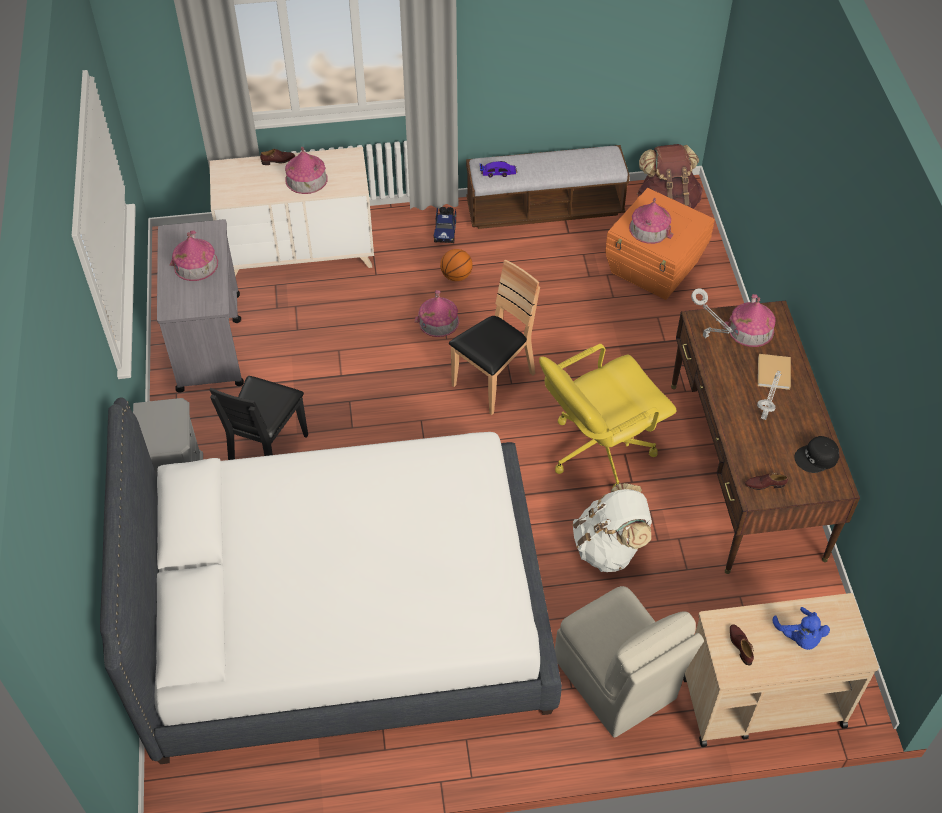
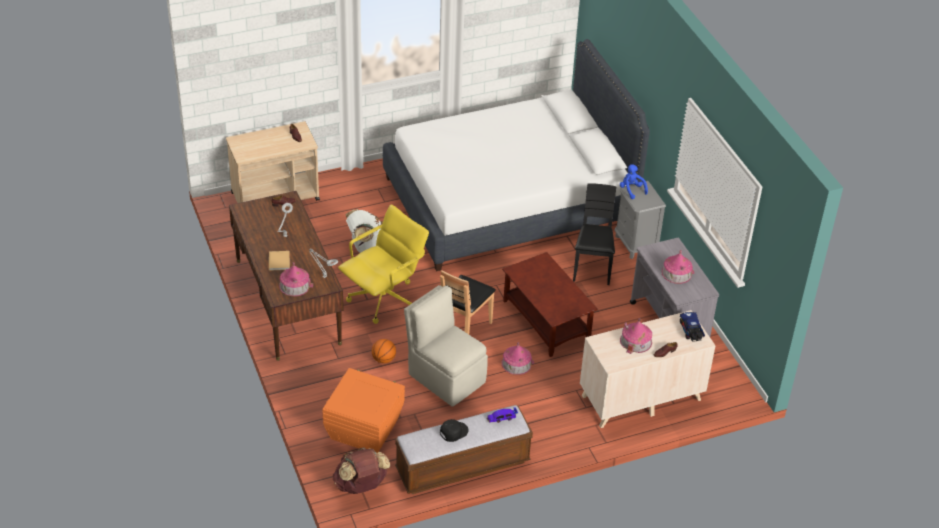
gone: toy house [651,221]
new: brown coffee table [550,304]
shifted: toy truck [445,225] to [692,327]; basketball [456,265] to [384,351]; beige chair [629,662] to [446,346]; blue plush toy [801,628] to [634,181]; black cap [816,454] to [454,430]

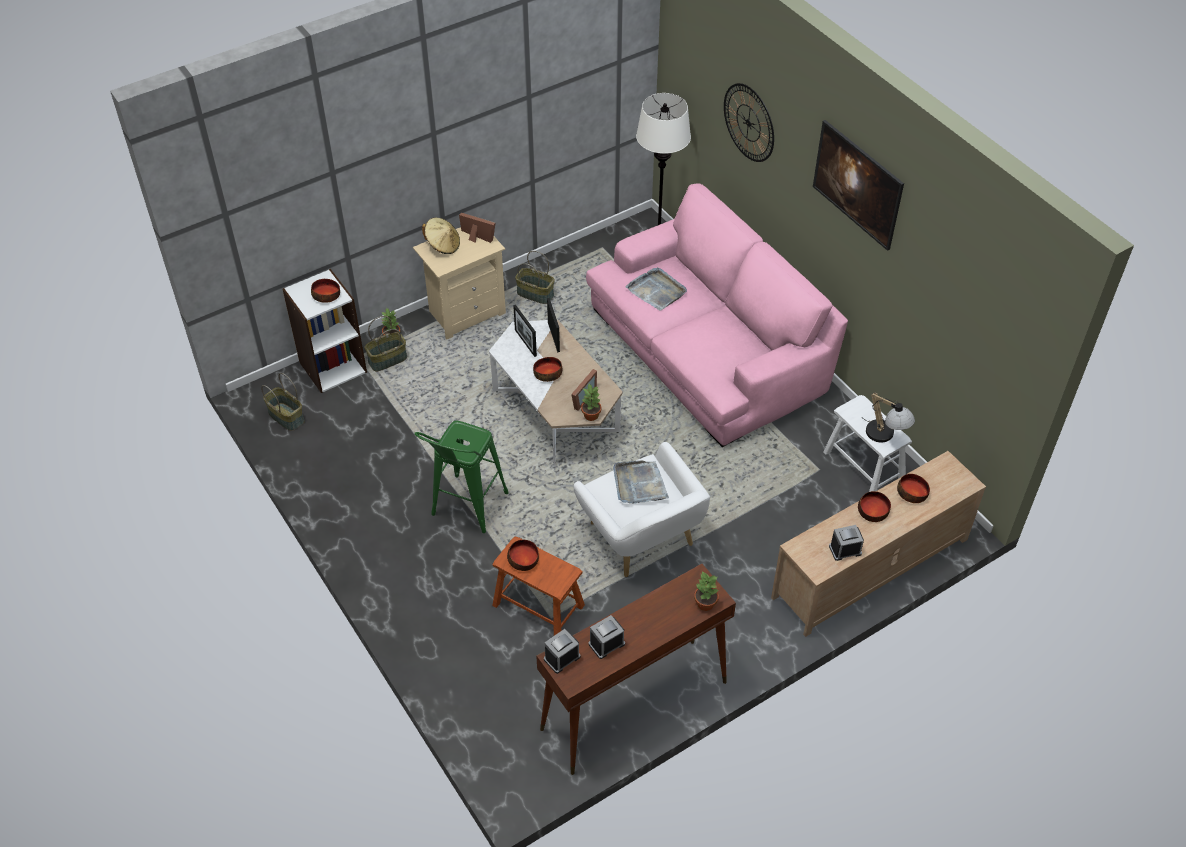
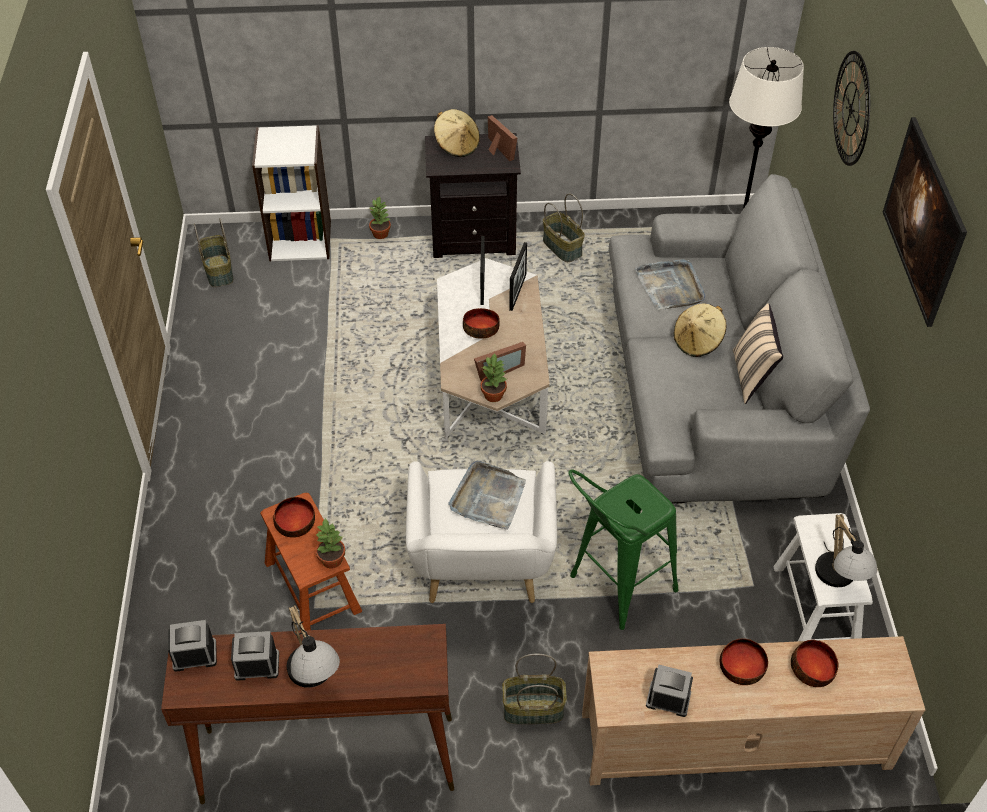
gone: bowl [325,291]
new: table lamp [313,646]; beige hat [700,330]; beige pillow [758,353]
shifted: basket [386,343] to [534,689]; green stool [461,477] to [623,549]; potted plant [706,591] to [330,543]
repainted: beige nightstand [459,283] to black nightstand [473,195]; pink sofa [717,315] to grey sofa [739,339]

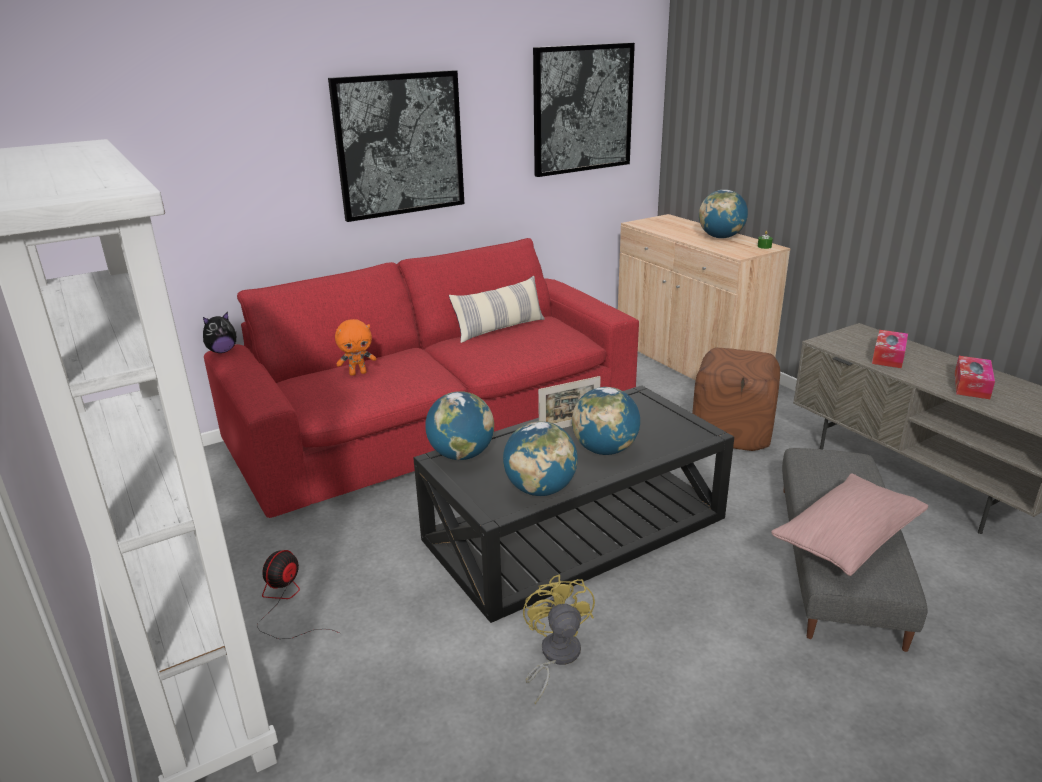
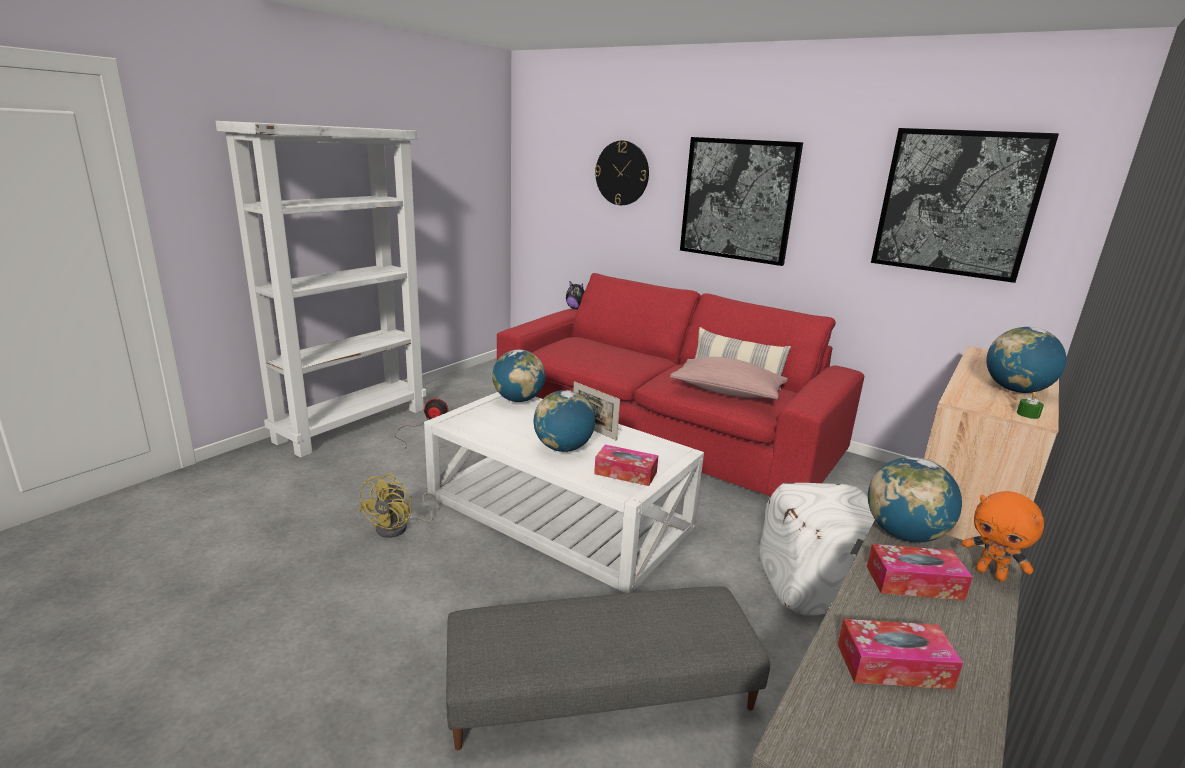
new: tissue box [626,465]; wall clock [622,173]
shifted: orange plush toy [355,347] to [1002,536]; globe [540,458] to [915,499]; pink pillow [849,524] to [729,378]
repainted: black coffee table [573,504] to white coffee table [564,492]; brown ottoman [736,399] to white ottoman [817,549]
rotated: yellow fan [559,639] = [398,505] 135 degrees clockwise

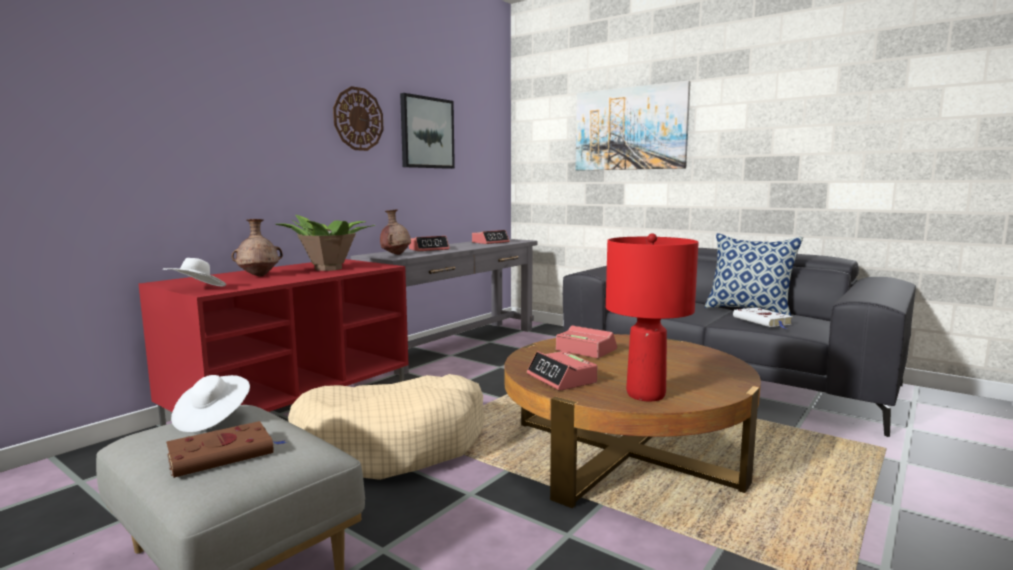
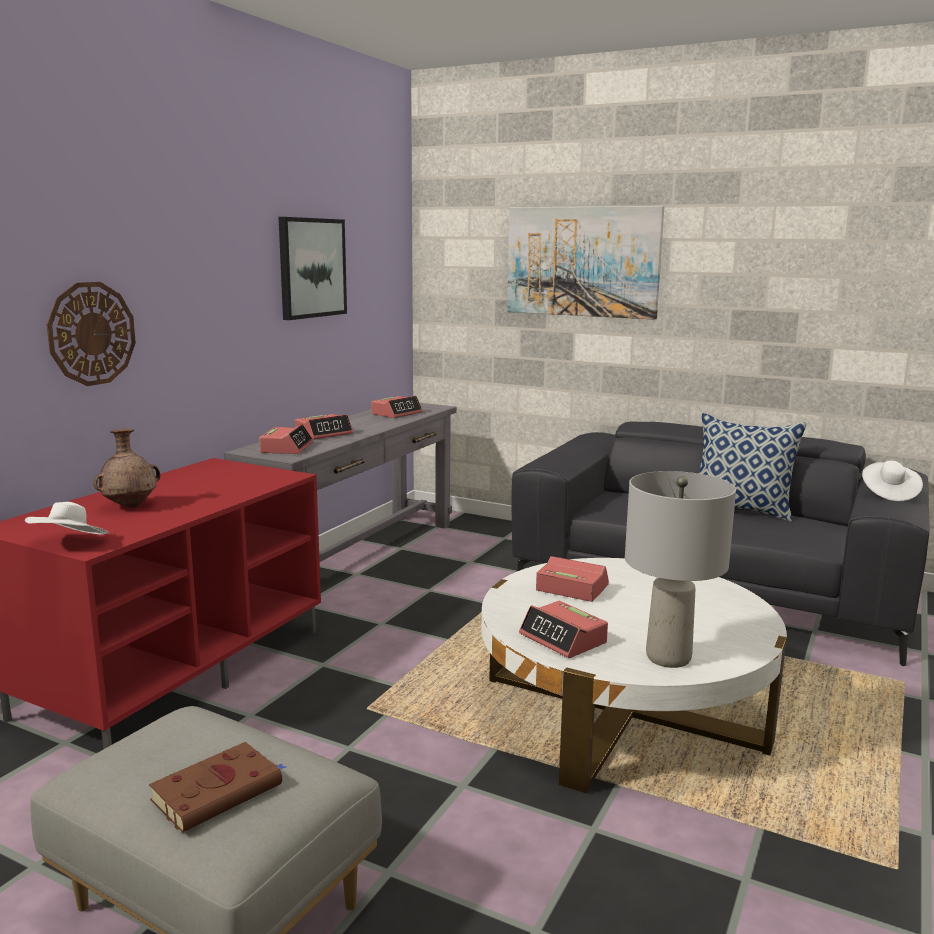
gone: potted plant [325,243]; beige dog bed [386,427]; white book [763,318]
shifted: white hat [210,403] to [892,481]; wall clock [358,118] to [91,334]
swapped: brown vase [395,232] to alarm clock [286,439]
repainted: brown coffee table [632,421] to white coffee table [634,676]; red table lamp [652,317] to grey table lamp [680,569]

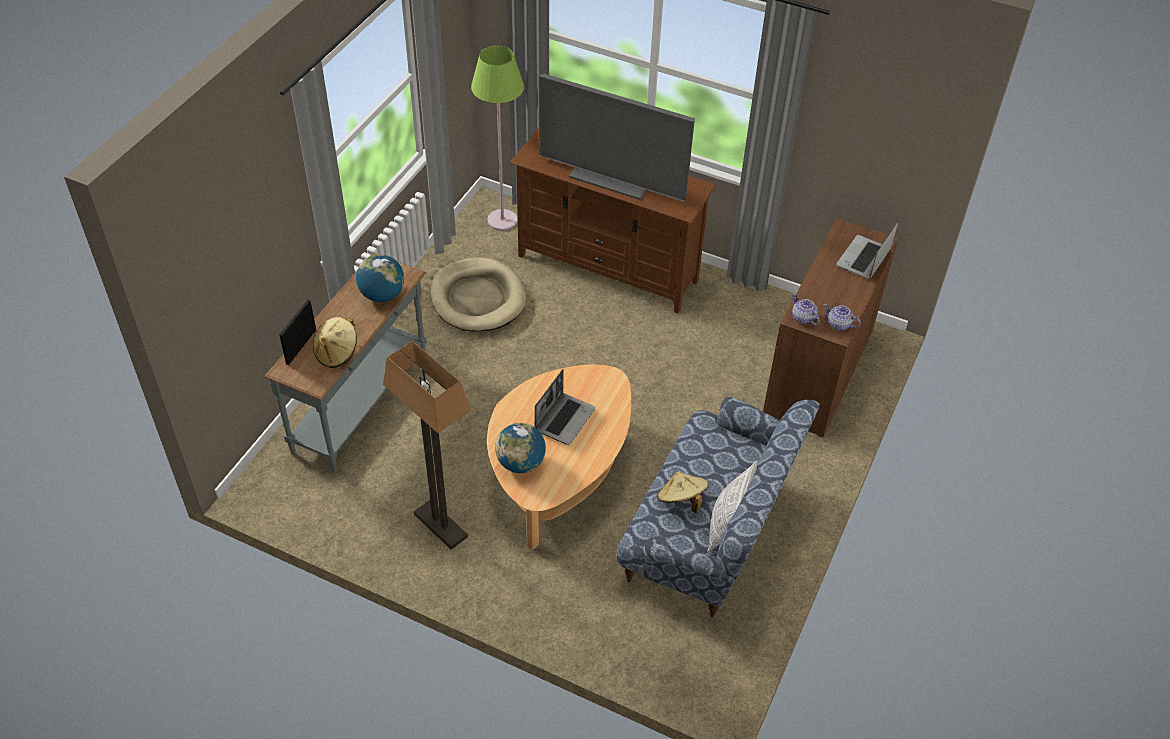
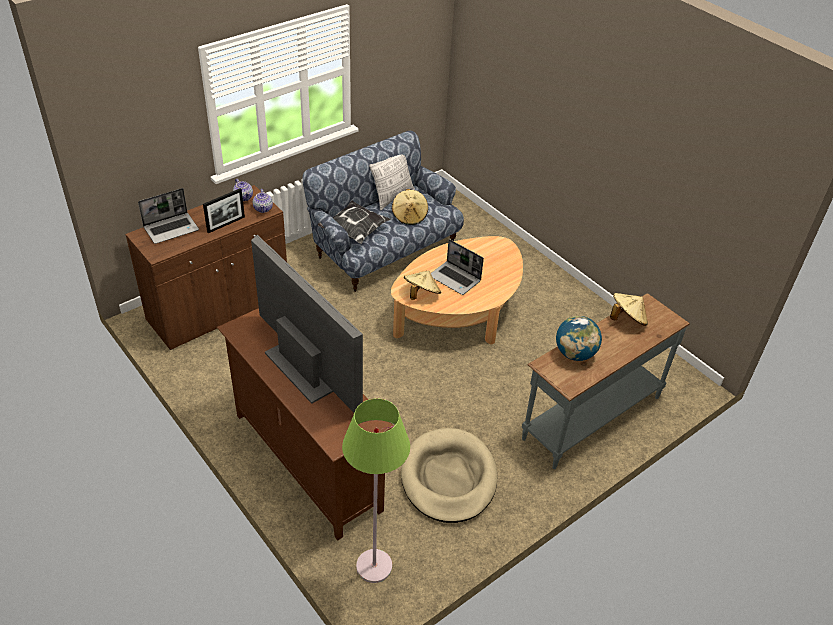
gone: floor lamp [427,445]; globe [520,448]
new: pillow [354,222]; beige hat [422,285]
shifted: picture frame [297,332] to [224,210]
rotated: laptop [565,407] = [457,267] 105 degrees counterclockwise

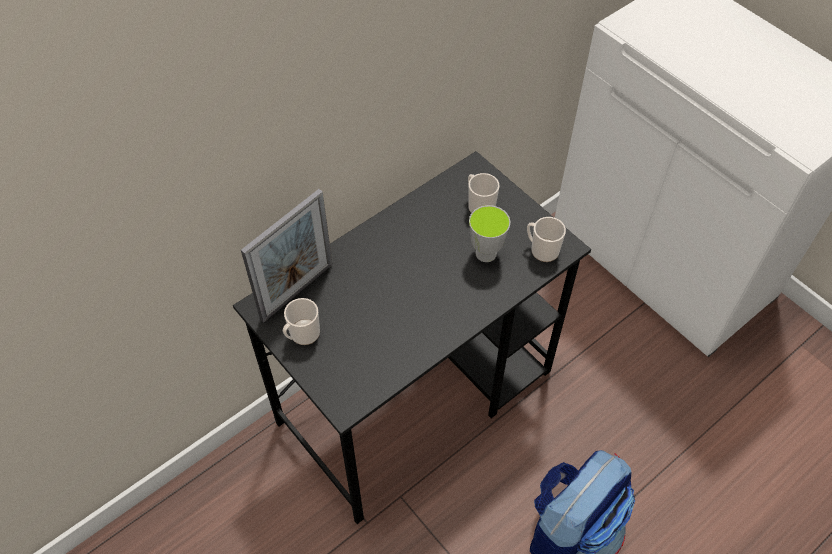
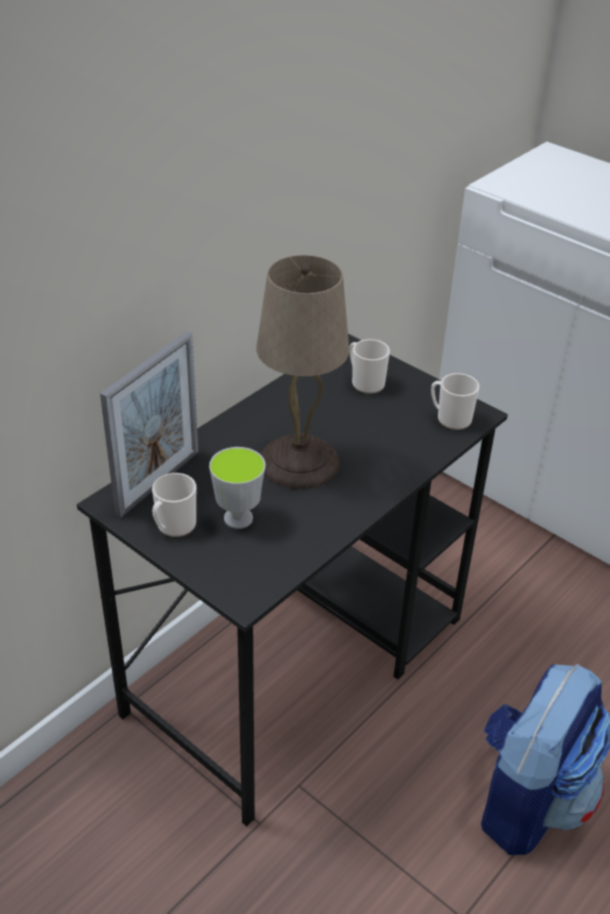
new: beige table lamp [302,372]
shifted: cup [489,233] to [237,488]

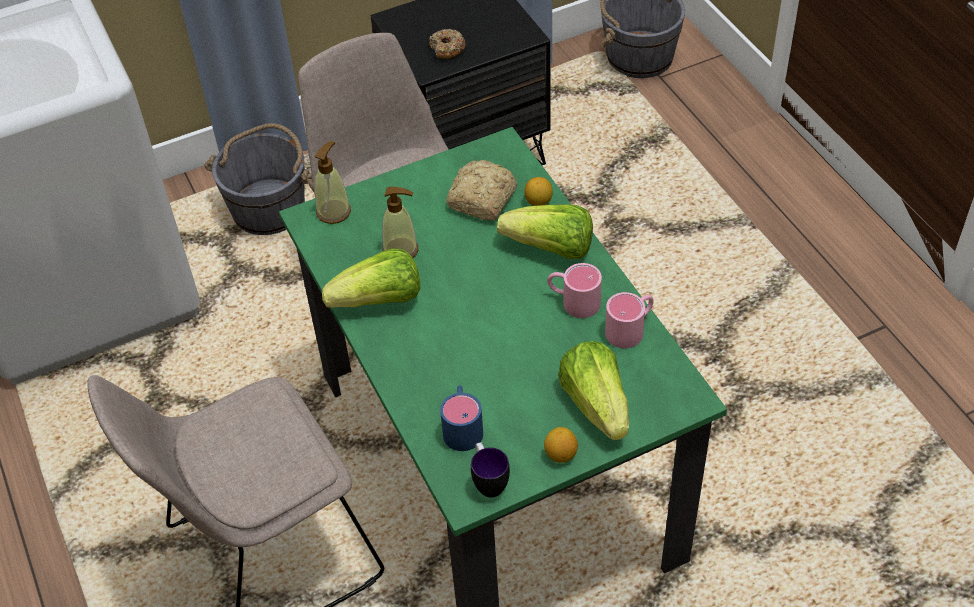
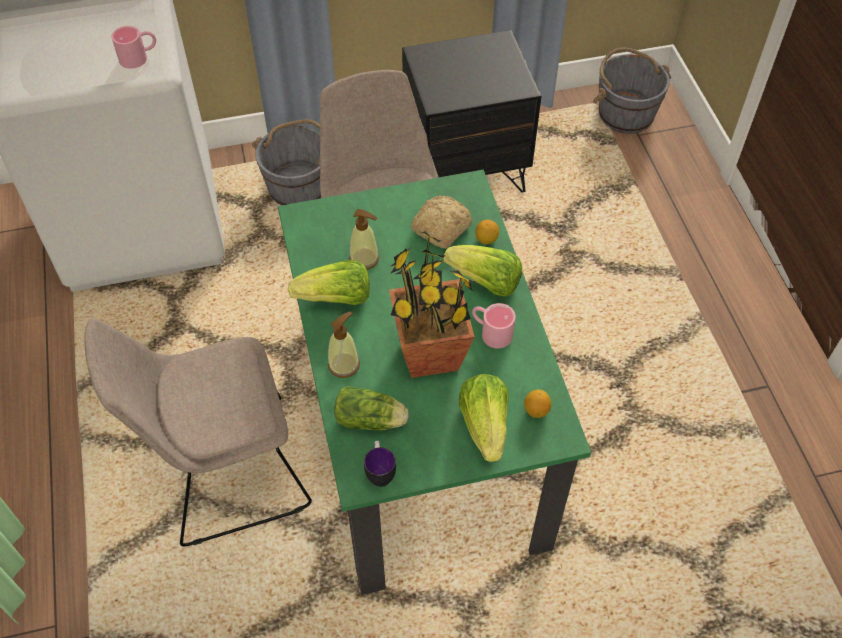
gone: donut [447,44]
new: potted plant [432,304]
shifted: soap dispenser [332,182] to [344,345]; lemon [561,445] to [537,403]; pink mug [629,320] to [133,47]
swapped: blue mug [461,418] to lettuce [371,408]

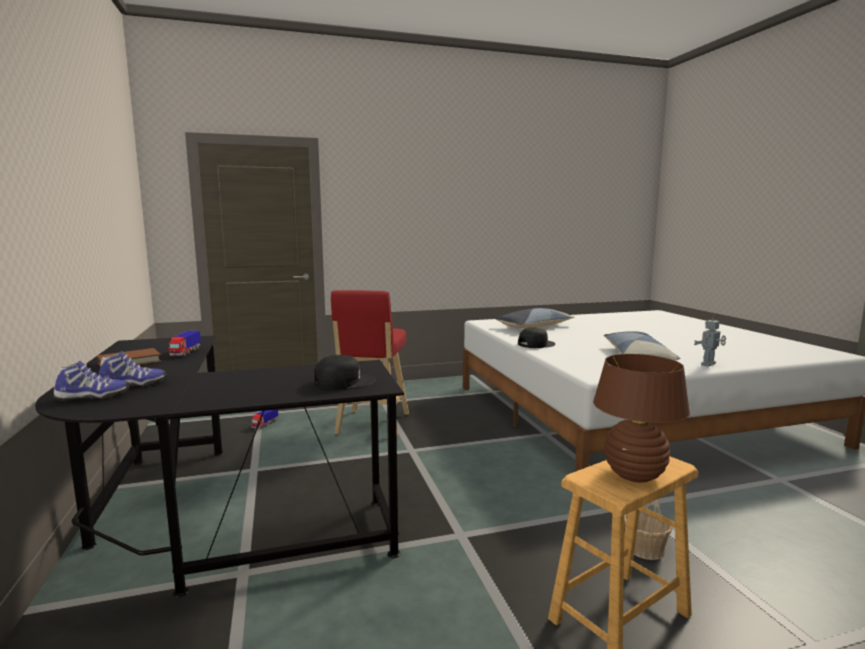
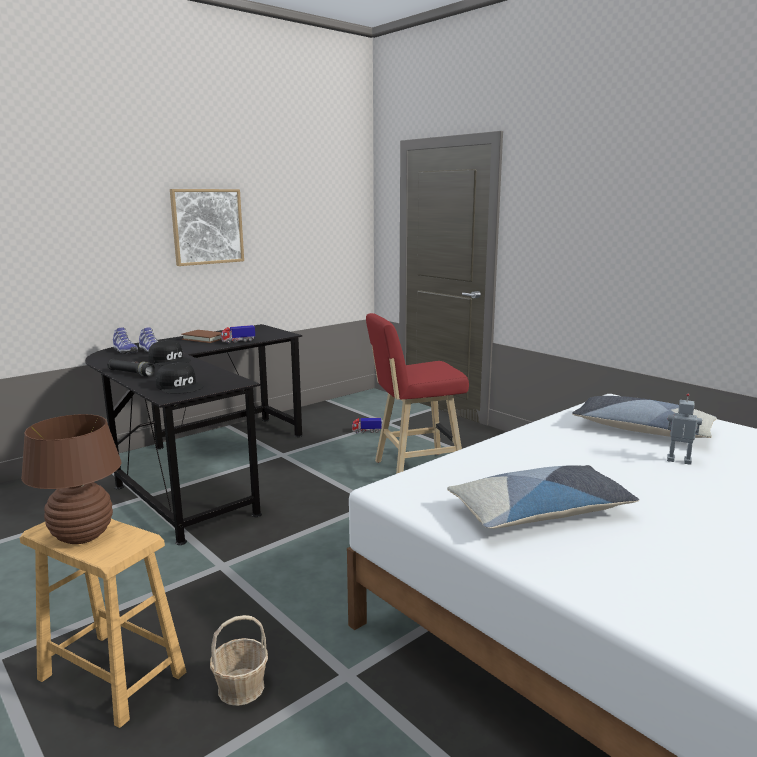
new: black flashlight [131,368]; picture [207,227]
shifted: black cap [536,338] to [169,353]; toy robot [710,341] to [684,429]

